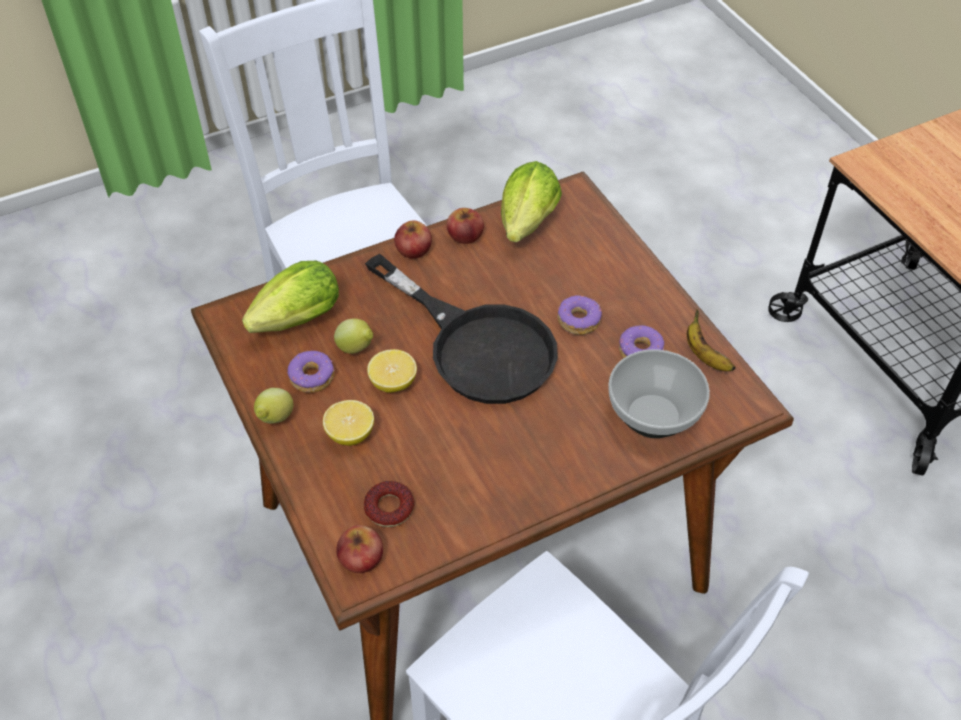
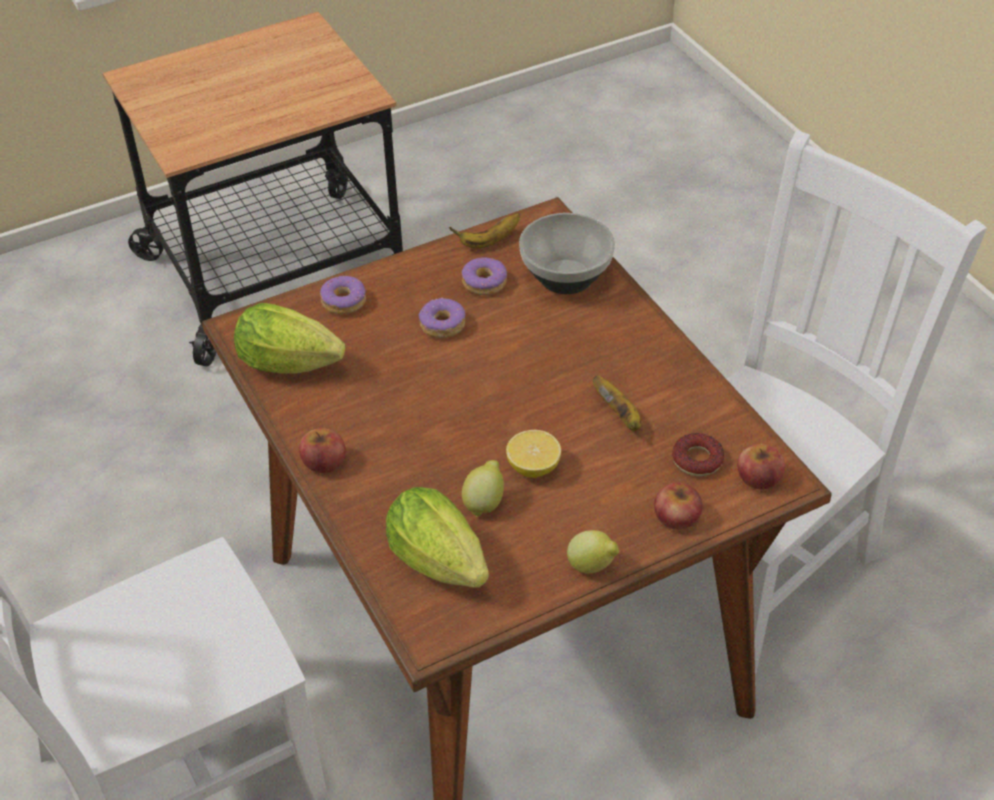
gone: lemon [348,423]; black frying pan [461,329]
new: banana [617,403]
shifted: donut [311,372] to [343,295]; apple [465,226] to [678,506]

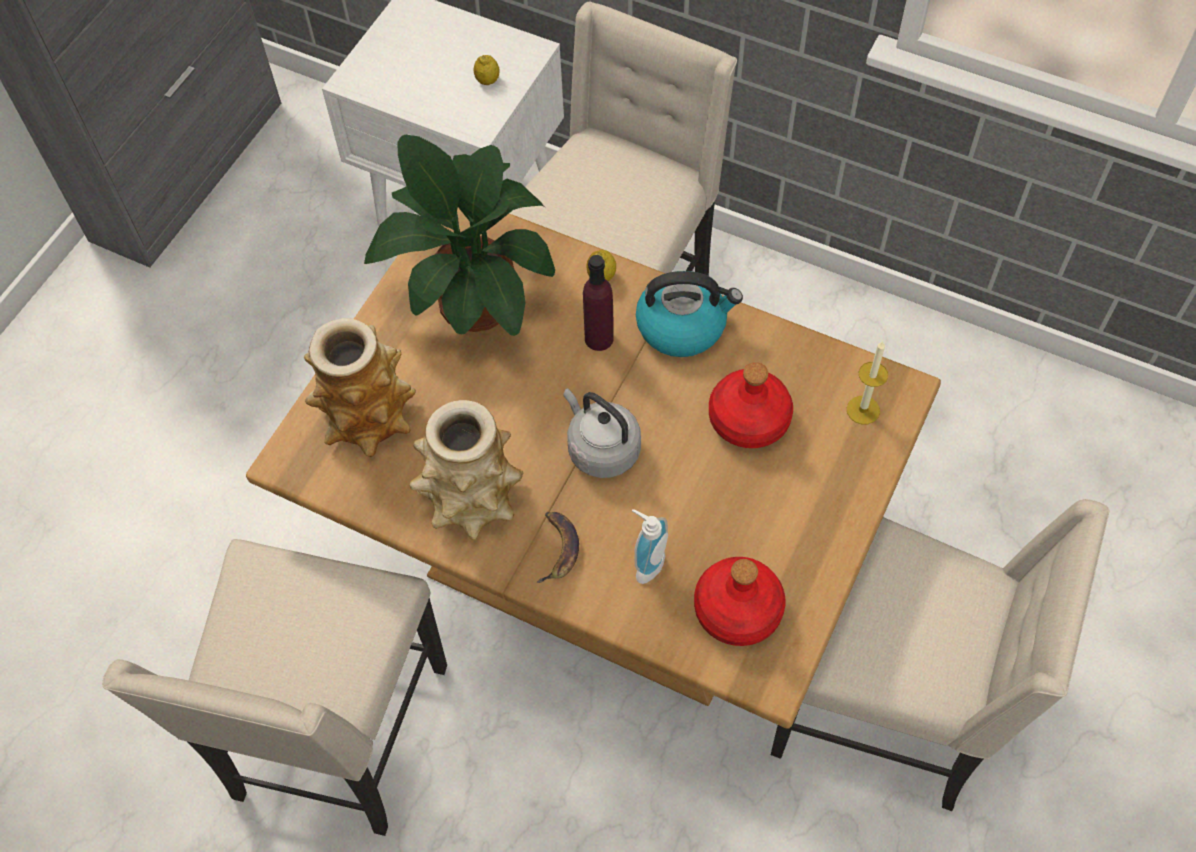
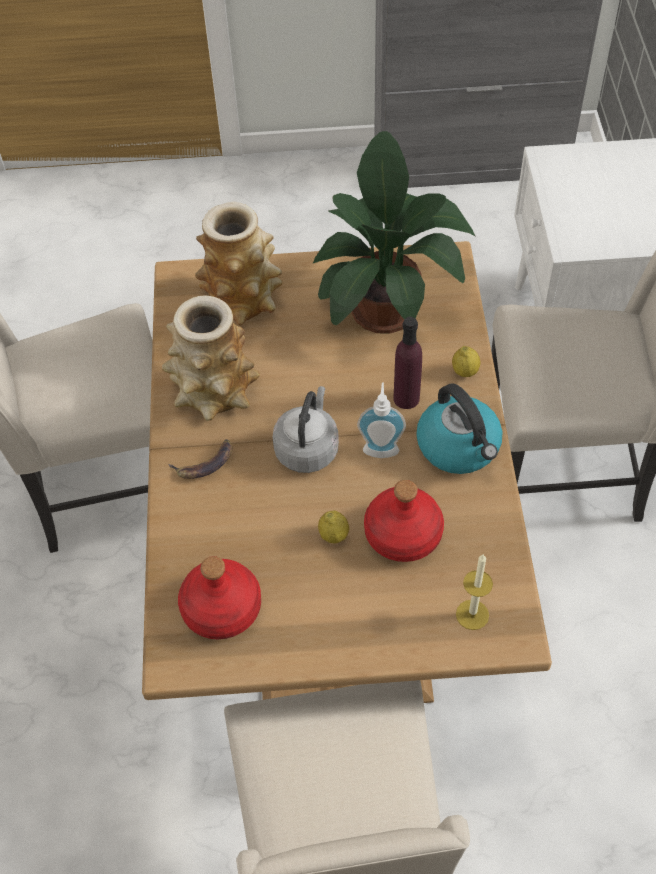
shifted: lemon [486,70] to [333,527]; soap dispenser [650,546] to [381,420]

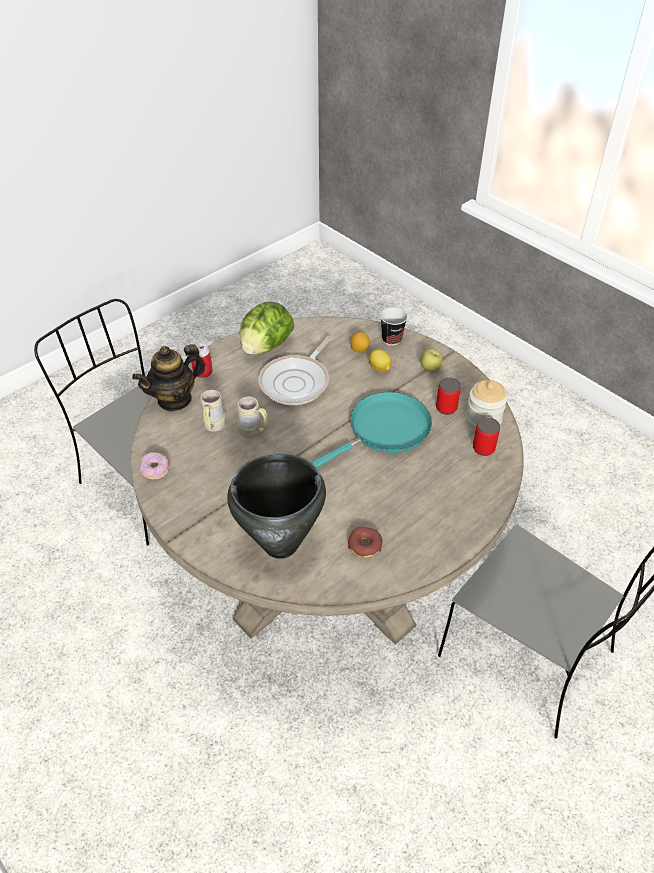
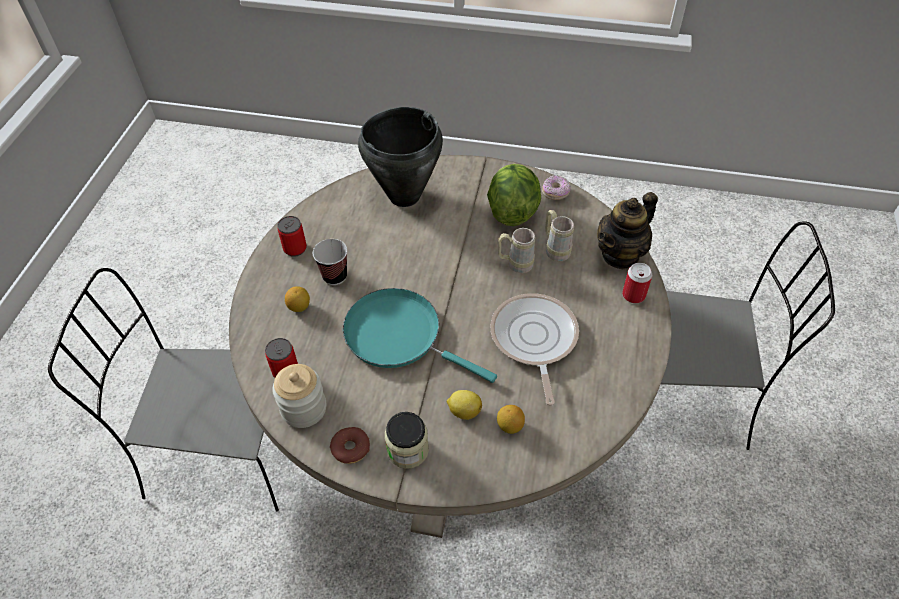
new: lemon [297,299]
shifted: lettuce [267,328] to [514,195]; donut [365,542] to [350,445]; cup [394,326] to [330,262]; can [448,396] to [292,236]
swapped: apple [431,360] to jar [407,440]
rotated: teapot [168,378] = [627,231] 150 degrees counterclockwise; turquoise frying pan [371,430] = [420,335] 105 degrees clockwise

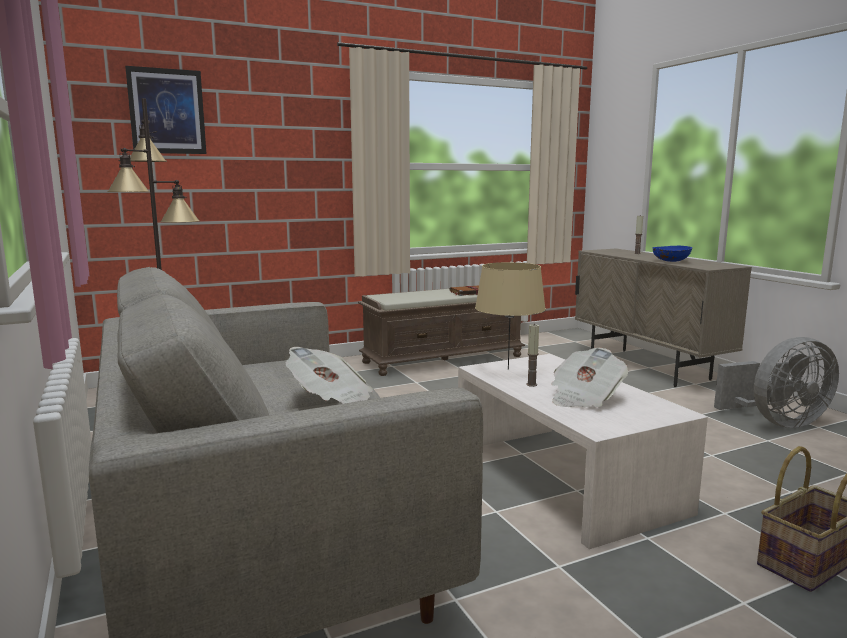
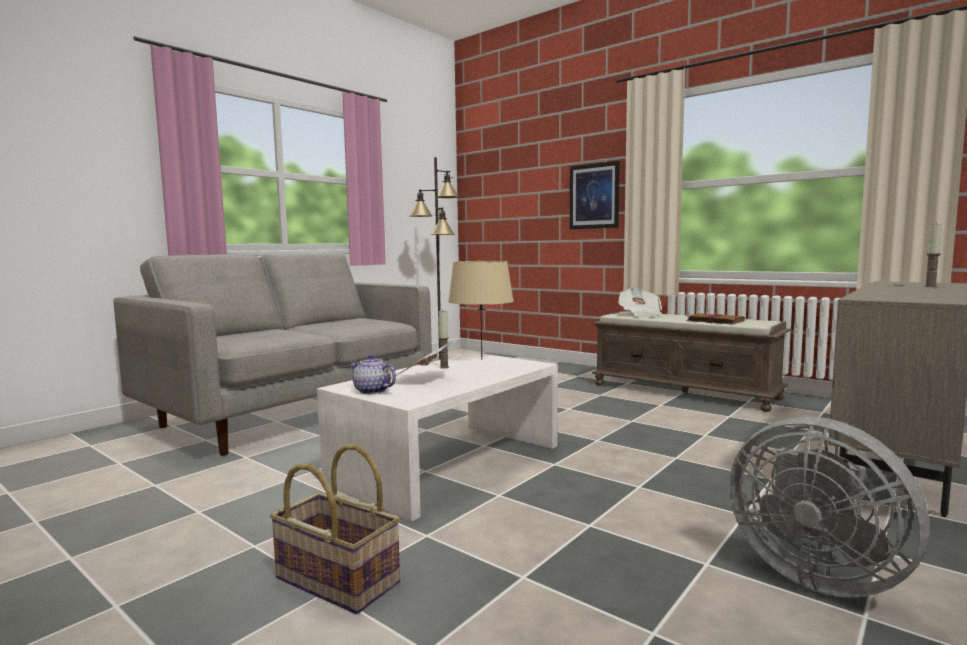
gone: blue bowl [672,254]
new: teapot [372,374]
shifted: picture [166,110] to [595,195]; newspaper [329,375] to [640,303]

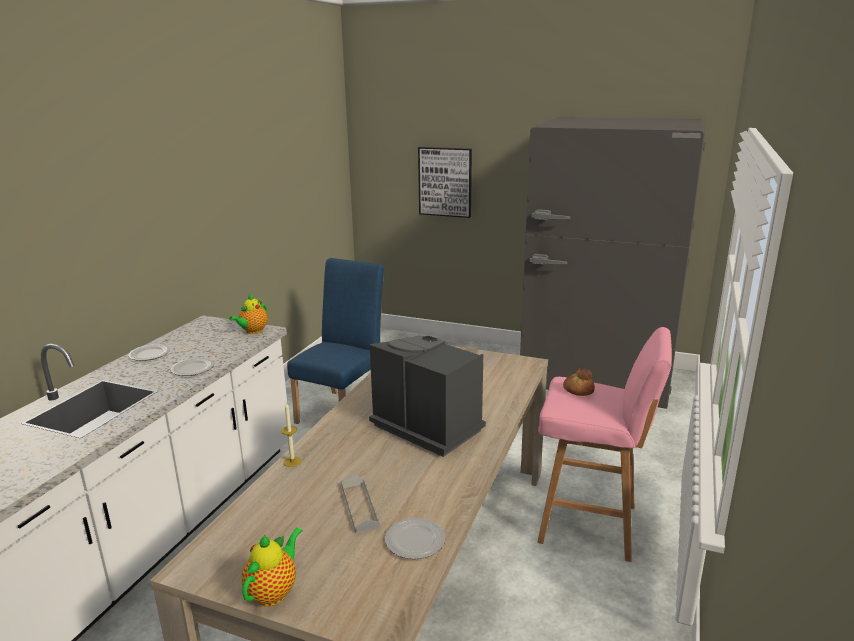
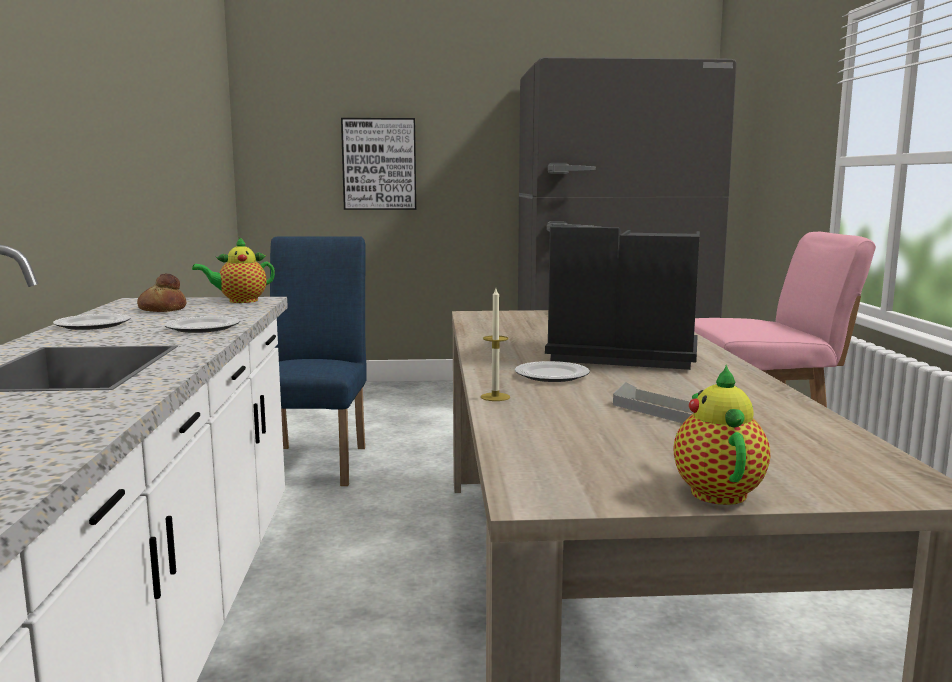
shifted: plate [415,538] to [552,371]; bread [579,382] to [161,293]
rotated: teapot [248,314] = [233,270] 60 degrees clockwise

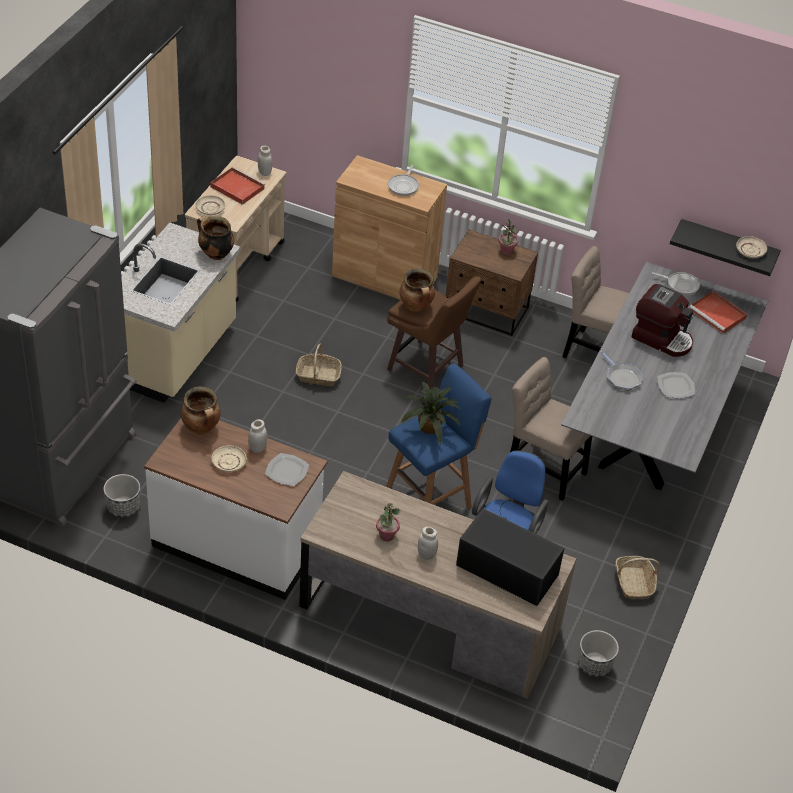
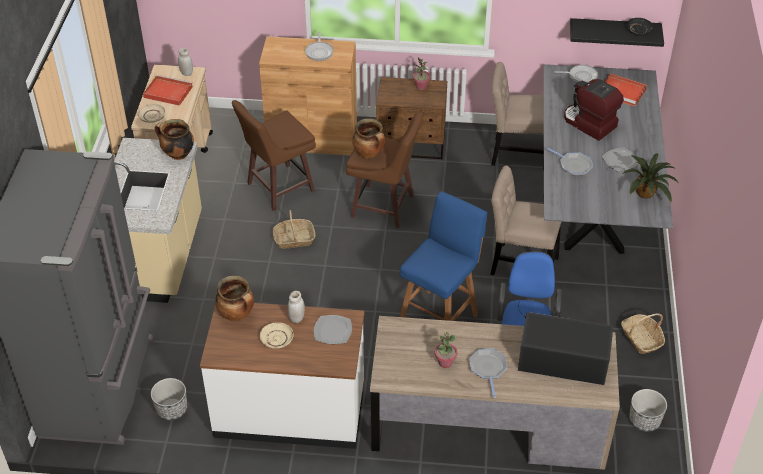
new: brown stool [274,155]
shifted: potted plant [431,413] to [650,178]
swapped: white jar [428,543] to frying pan [488,373]
repainted: beige plate [751,247] to black plate [639,27]
rotated: coffee machine [663,320] = [594,110] 150 degrees counterclockwise

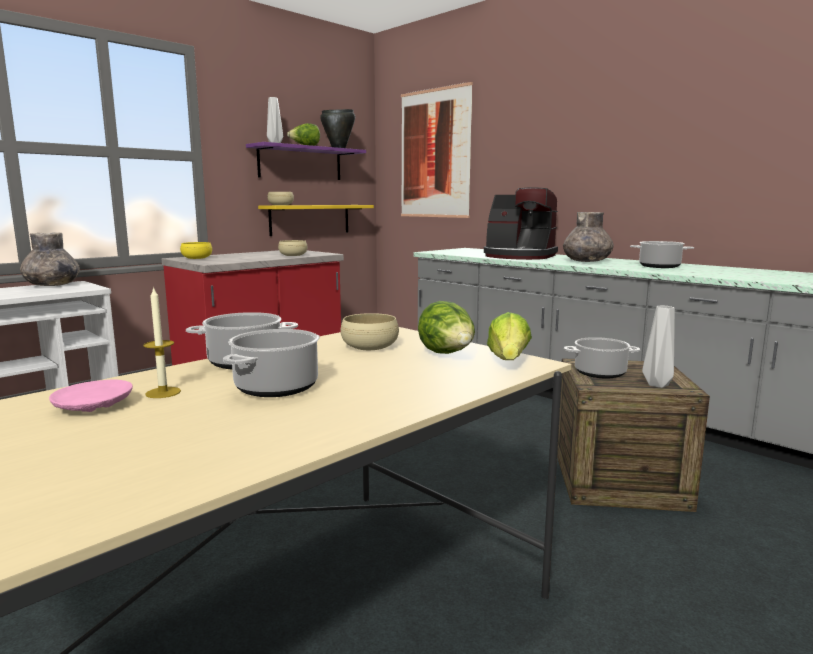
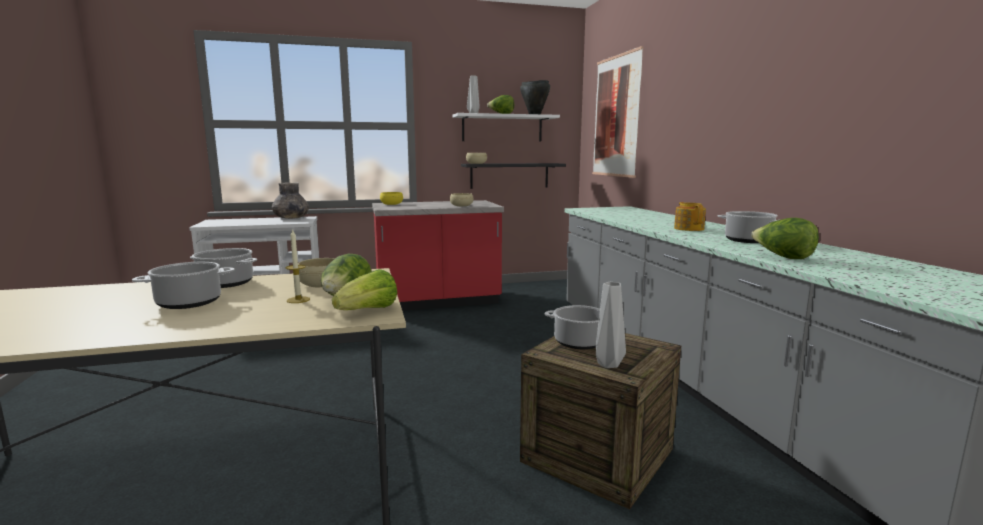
gone: pink plate [91,396]; coffee machine [521,223]
new: lettuce [785,238]
shifted: candle [162,342] to [298,266]
swapped: grey vase [588,237] to teapot [690,216]
repainted: purple shelf [306,161] to white shelf [506,127]; yellow shelf [316,220] to black shelf [513,176]

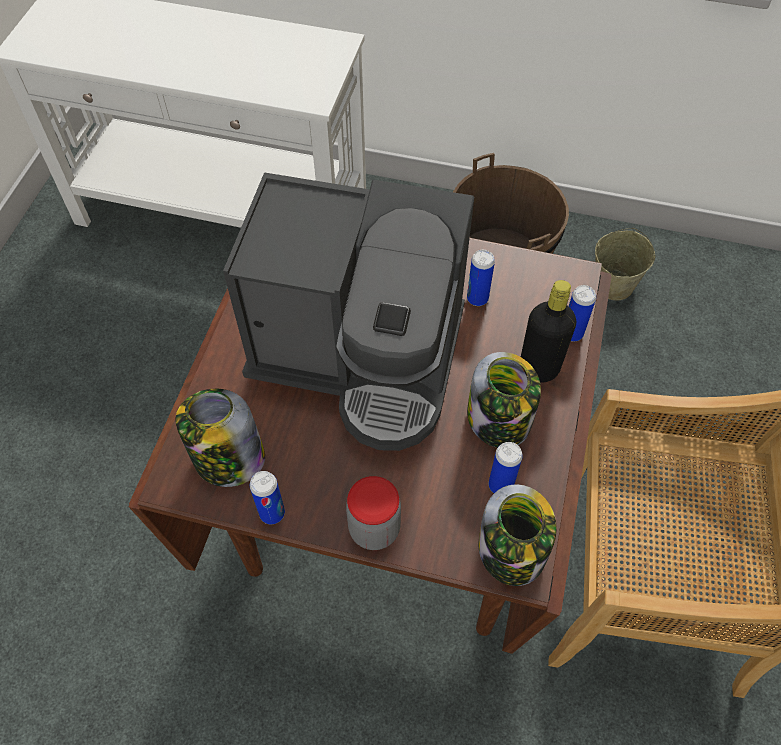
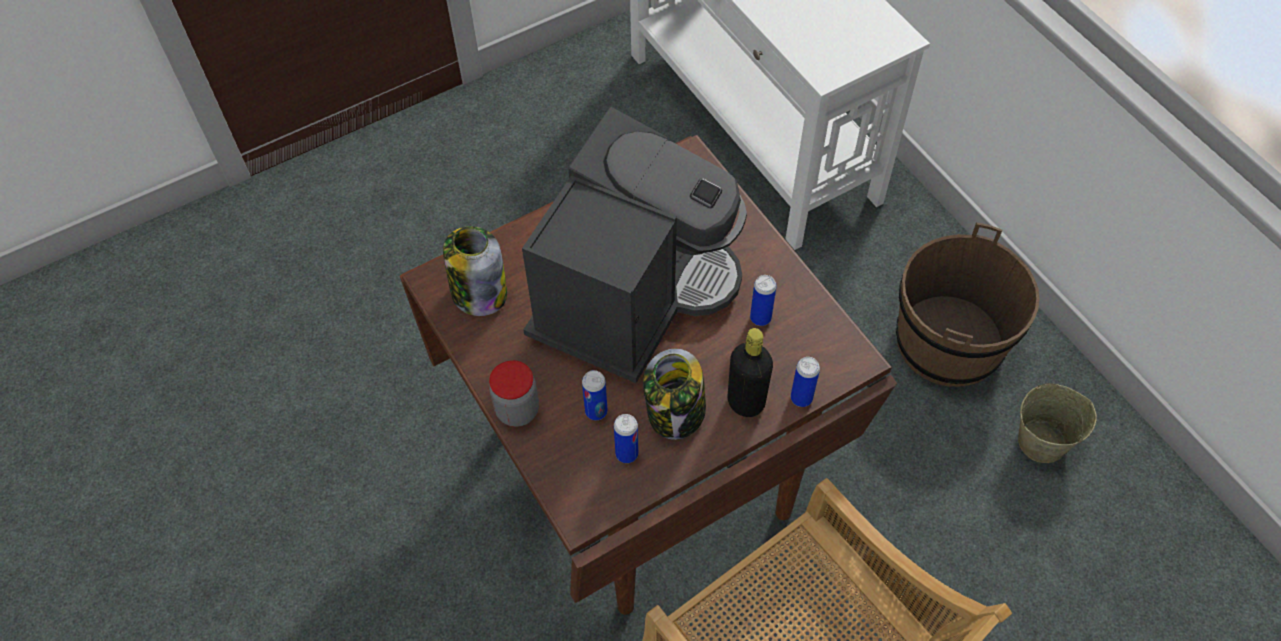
gone: jar [518,535]
shifted: can [267,497] to [595,395]
rotated: coffee machine [348,311] = [634,245] 120 degrees counterclockwise

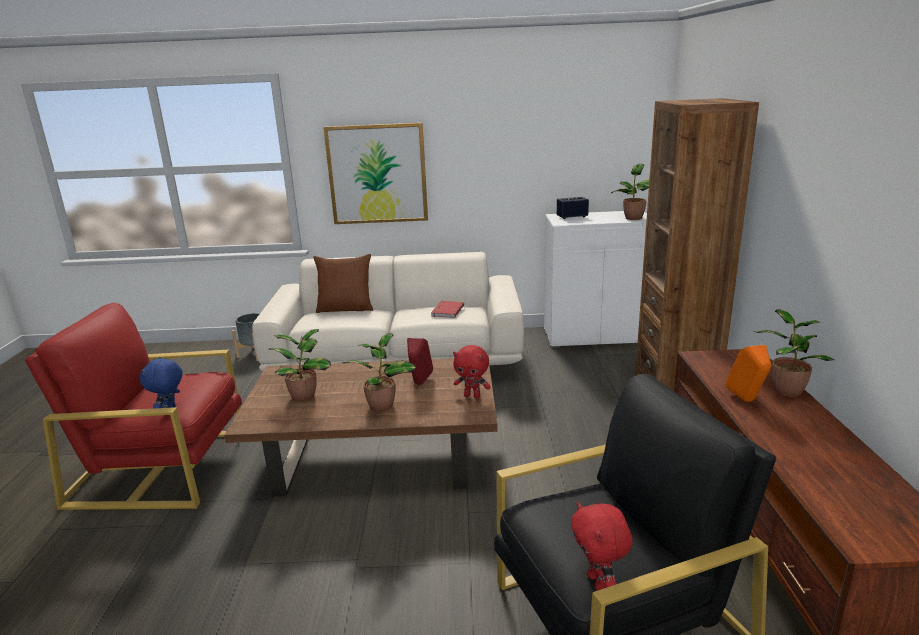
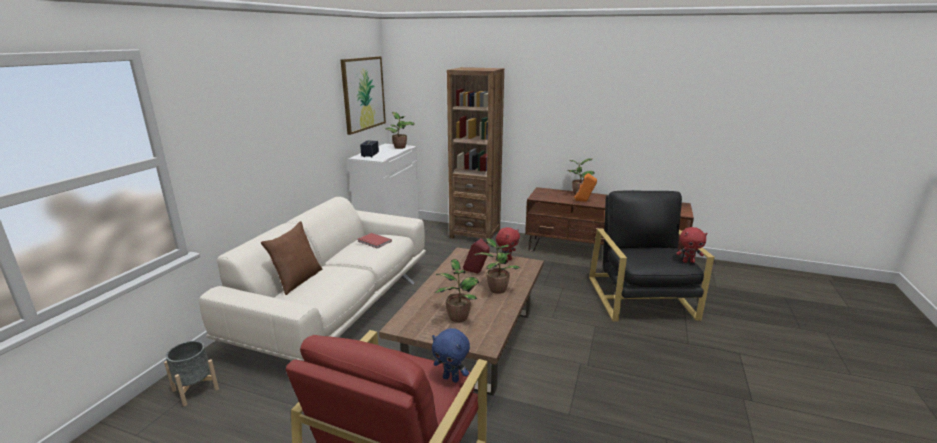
shifted: picture [375,173] to [363,95]

